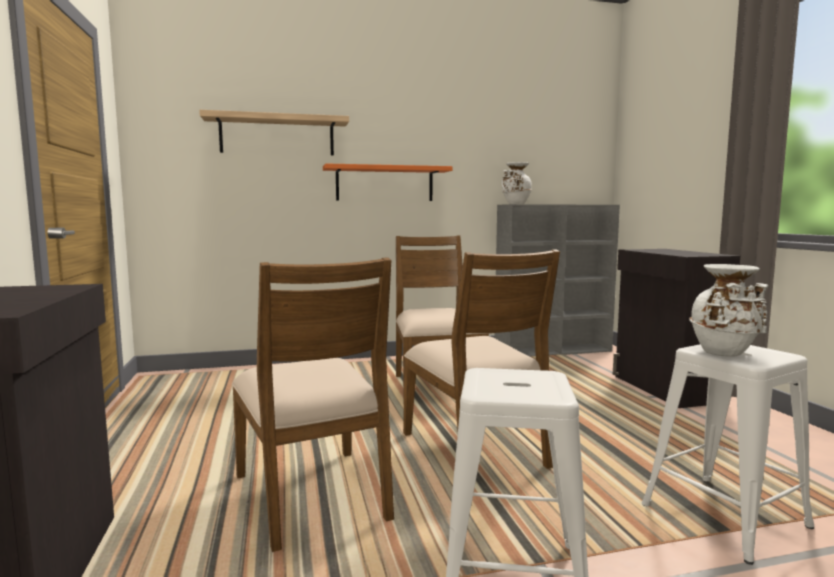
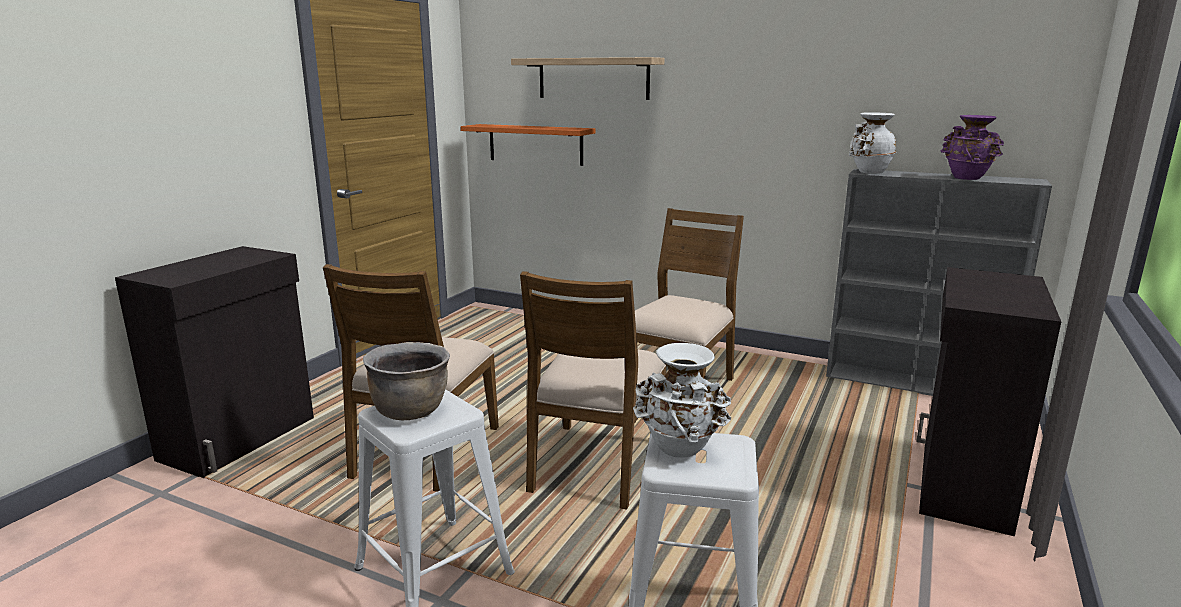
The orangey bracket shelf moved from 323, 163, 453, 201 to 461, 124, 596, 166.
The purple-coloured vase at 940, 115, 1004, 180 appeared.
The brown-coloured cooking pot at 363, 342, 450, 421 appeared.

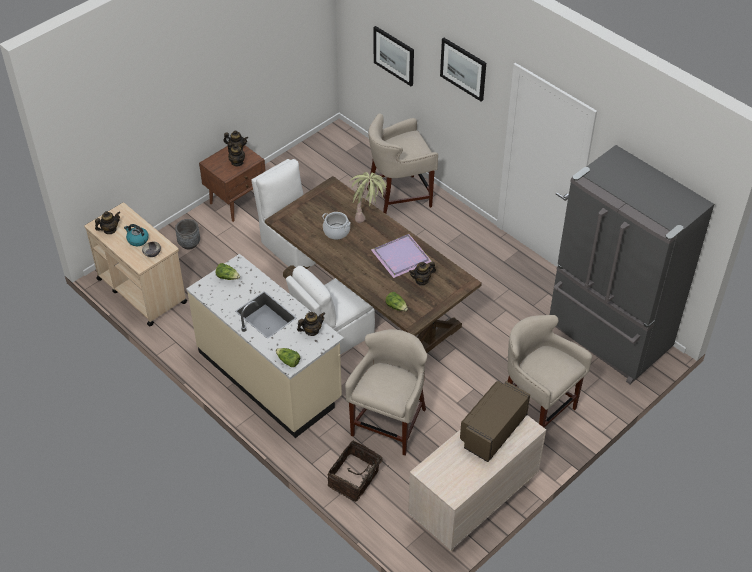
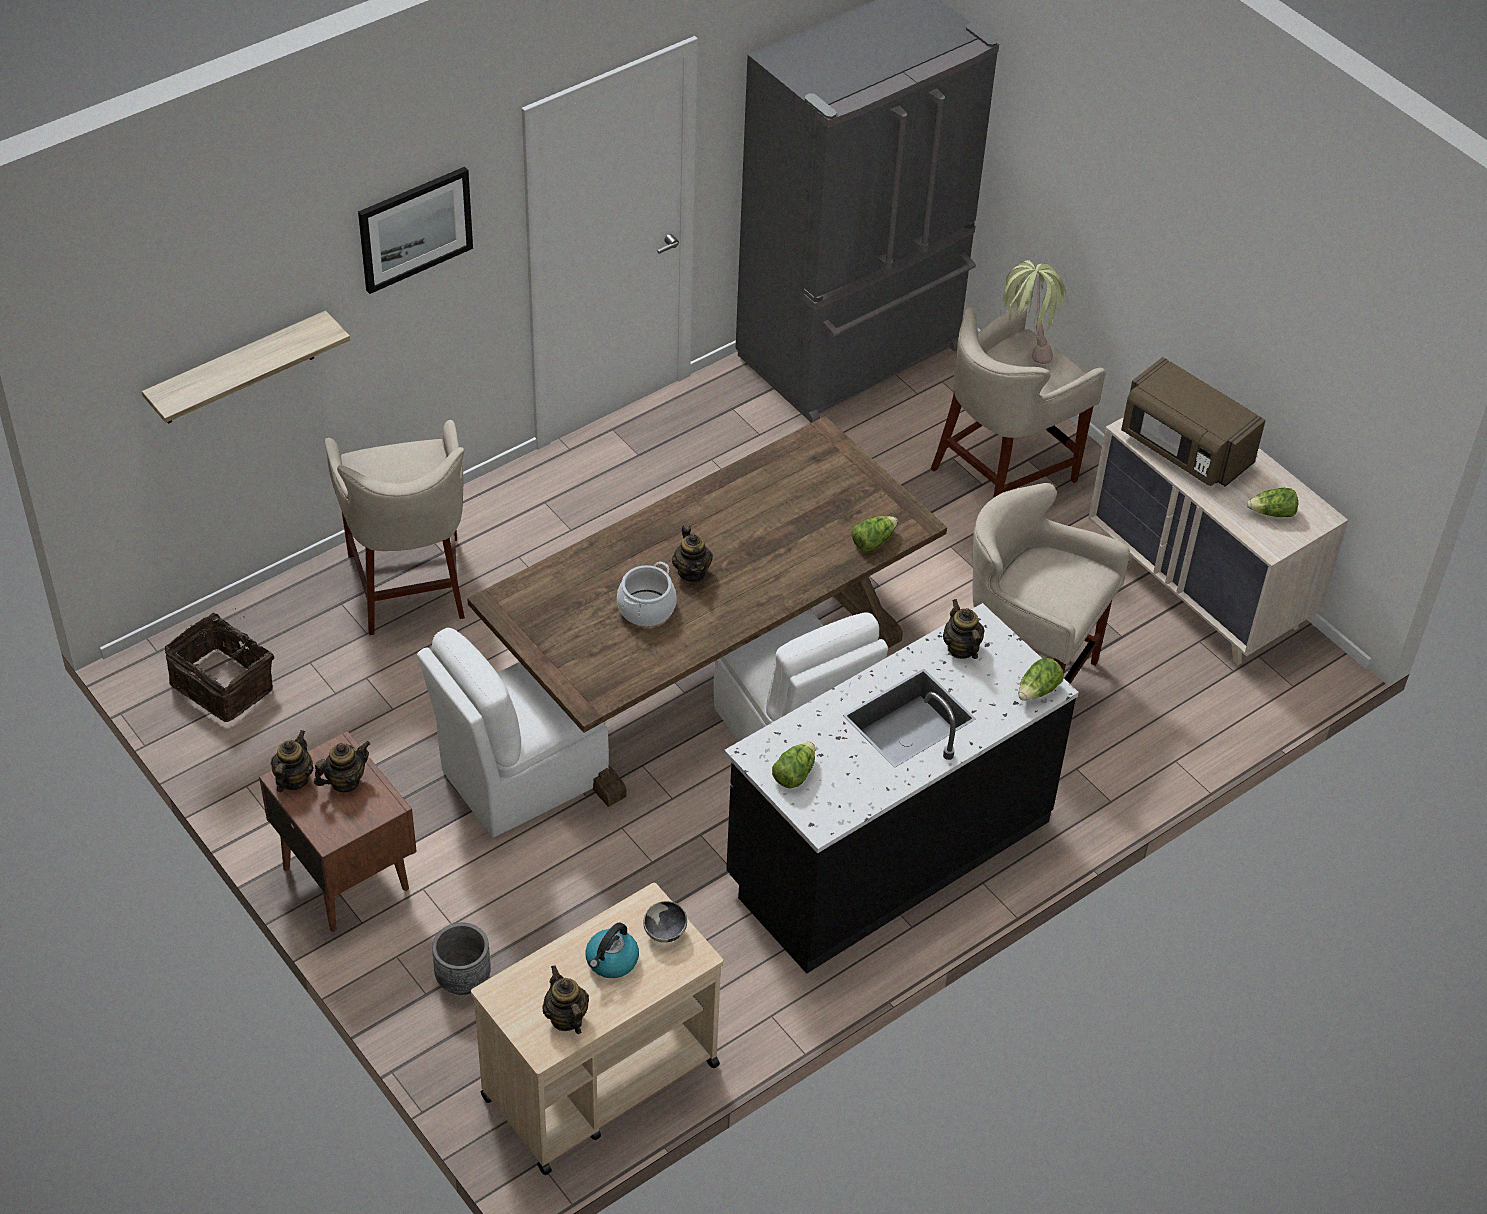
The wall picture at 374, 26, 414, 86 was replaced by the bracket shelf at 142, 310, 350, 424.
The plant in a pot moved from 349, 172, 387, 223 to 1000, 260, 1068, 364.
The purple-coloured tray at 371, 234, 432, 278 disappeared.
The beige-coloured kitchen base unit at 186, 254, 344, 438 became the black kitchen base unit at 724, 603, 1079, 974.
The pot for tea moved from 409, 262, 436, 286 to 672, 524, 713, 582.
The basket moved from 327, 440, 383, 502 to 165, 608, 274, 722.
The head of lettuce at 1247, 488, 1298, 517 appeared.

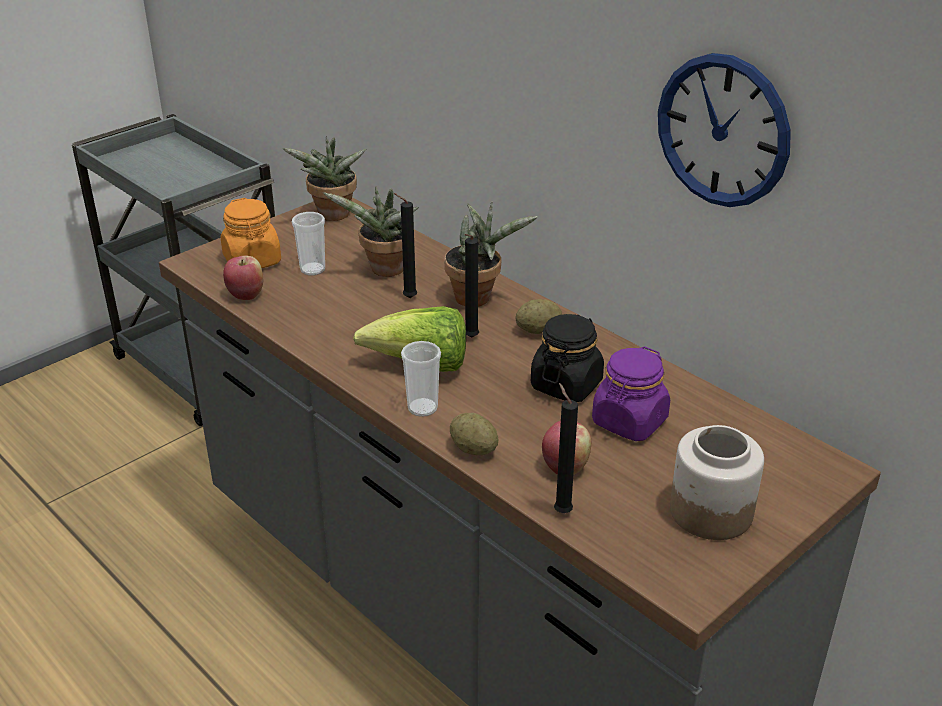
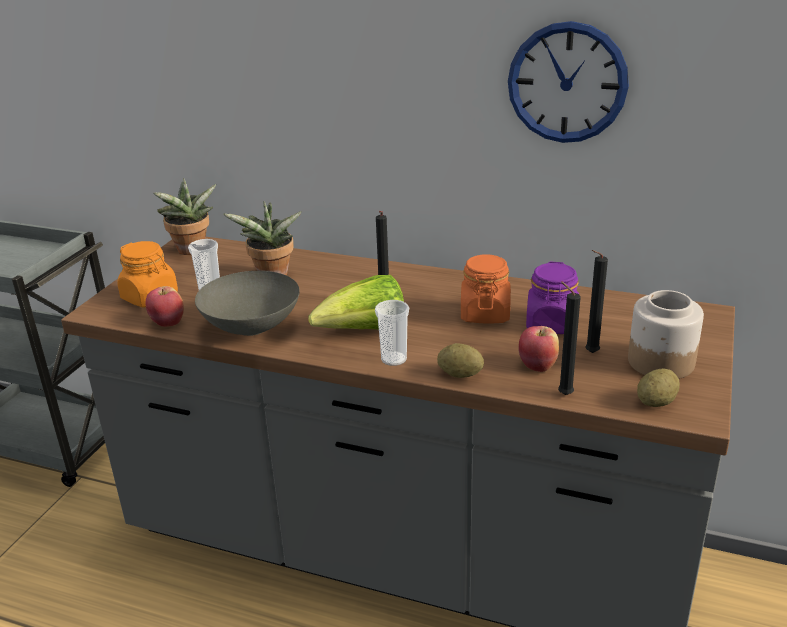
The black wax candle moved from 393, 193, 417, 298 to 585, 250, 608, 353.
The plant in a pot at 444, 201, 538, 306 disappeared.
The spud moved from 516, 299, 562, 334 to 637, 369, 680, 407.
The black preserve jar at 531, 314, 604, 402 became the orangey preserve jar at 461, 254, 511, 323.
The grey bowl at 195, 271, 300, 336 appeared.

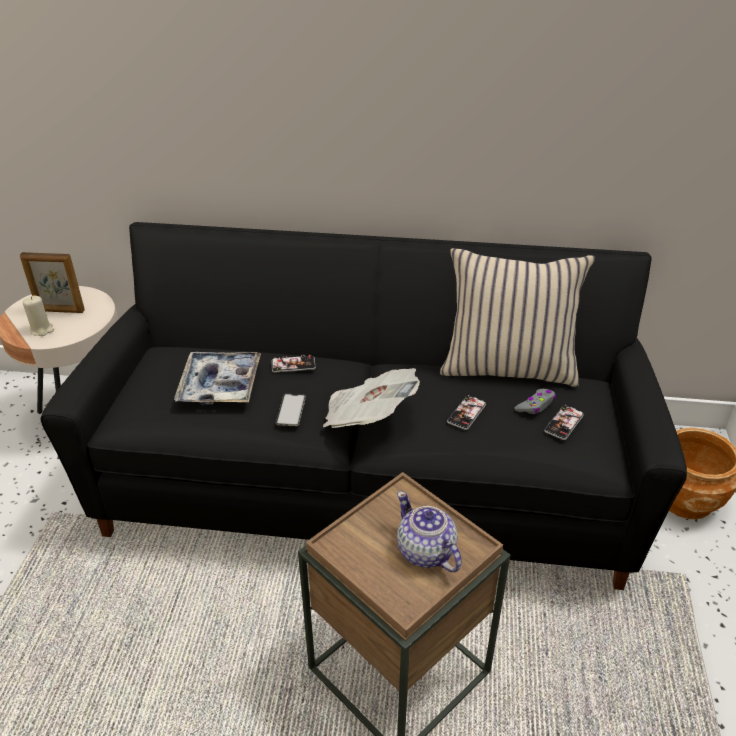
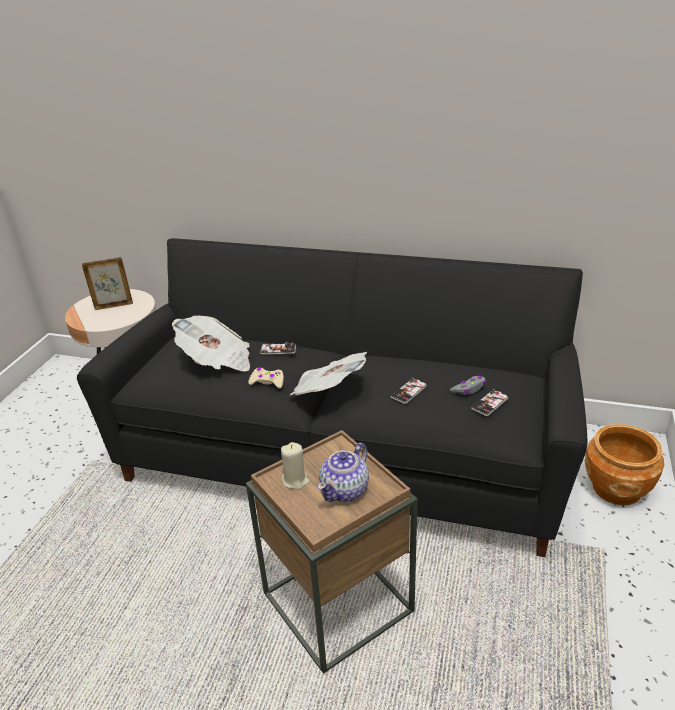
The beige-coloured pillow at 440, 248, 595, 387 disappeared.
The picture frame at 20, 252, 85, 313 turned 150 degrees clockwise.
The beige-coloured wax candle moved from 23, 295, 54, 336 to 281, 442, 310, 490.
The tray at 174, 352, 261, 405 was replaced by the daily paper at 172, 316, 250, 371.
The telephone at 276, 394, 306, 426 was replaced by the beige-coloured game controller at 248, 367, 284, 389.
The pot for tea at 397, 491, 462, 572 turned 120 degrees counterclockwise.

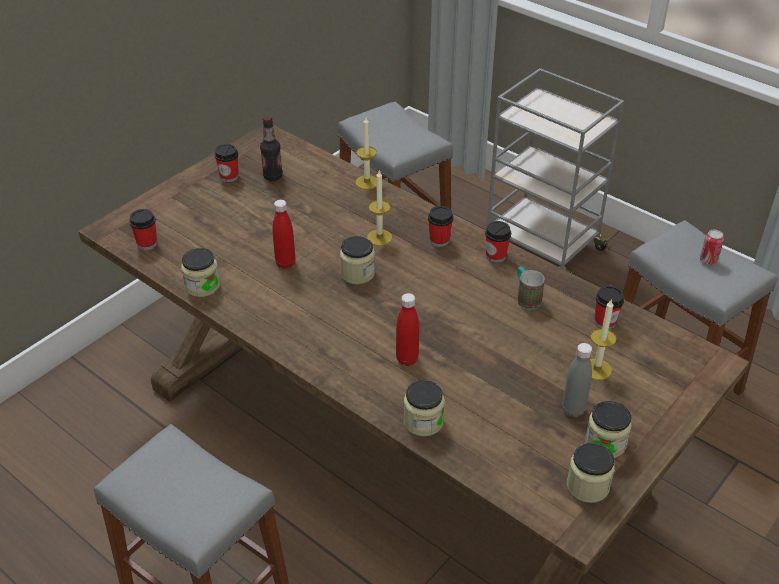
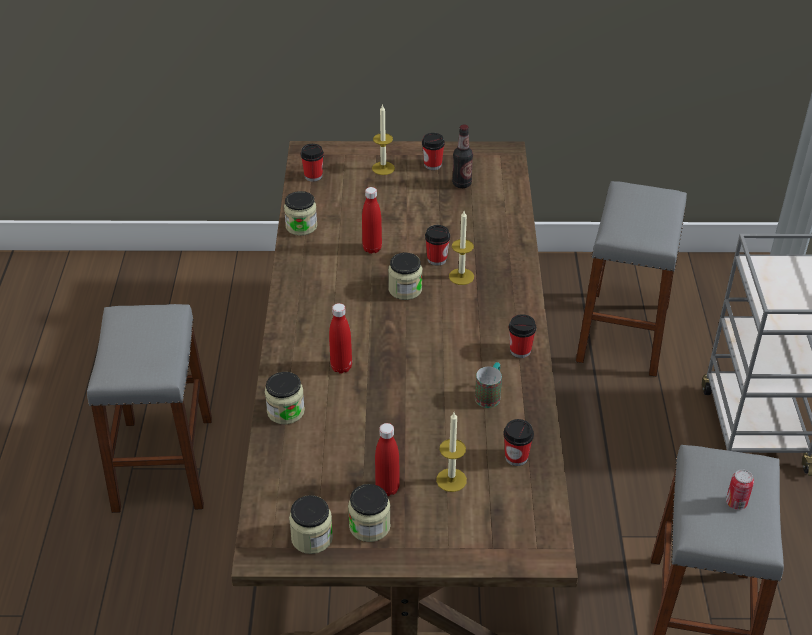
The wax candle moved from 355, 117, 377, 190 to 372, 104, 395, 175.
The drinking cup moved from 428, 206, 454, 247 to 425, 225, 450, 266.
The grey beverage bottle at 562, 343, 592, 417 became the red beverage bottle at 375, 423, 400, 496.

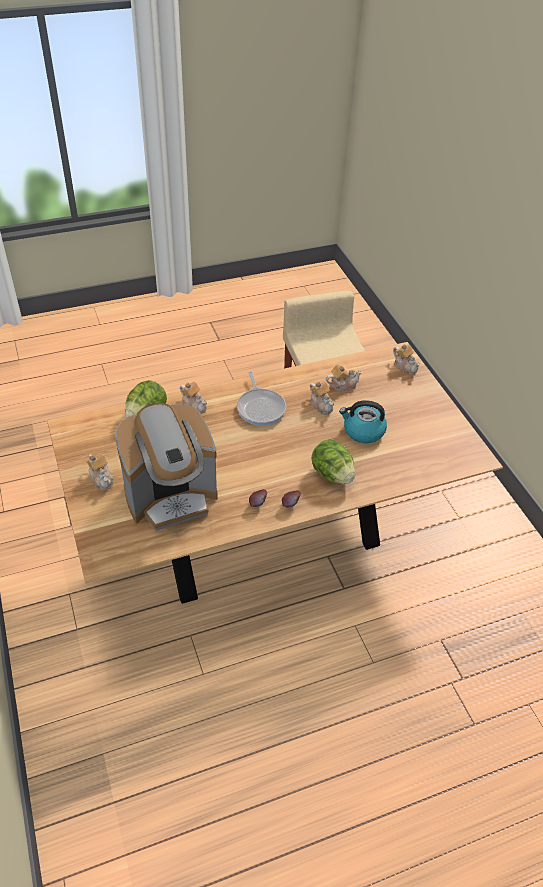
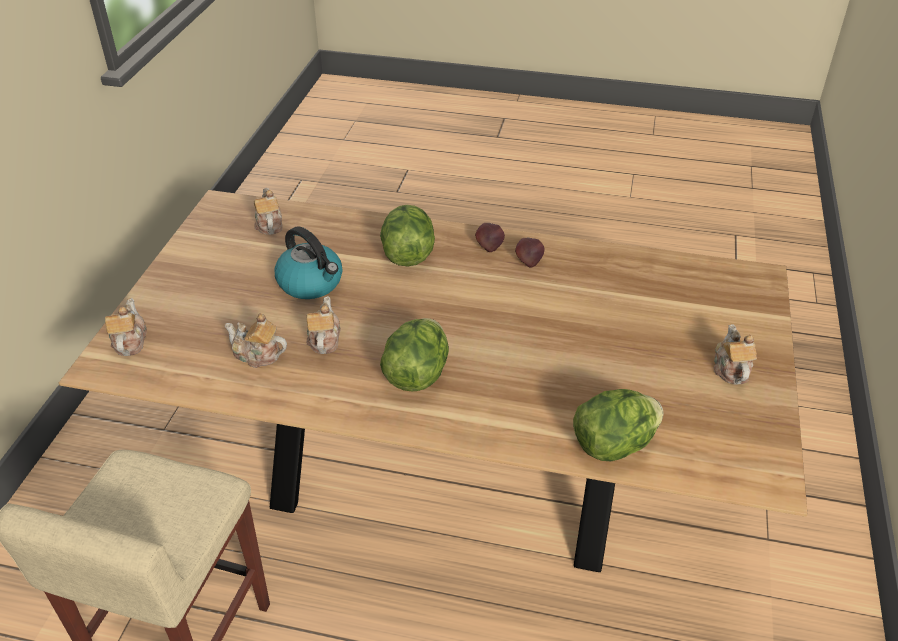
The pan at 237, 371, 286, 426 was replaced by the head of lettuce at 380, 318, 449, 391.
The pot for tea moved from 180, 381, 207, 414 to 254, 188, 283, 235.
The coffee maker at 115, 403, 218, 531 disappeared.

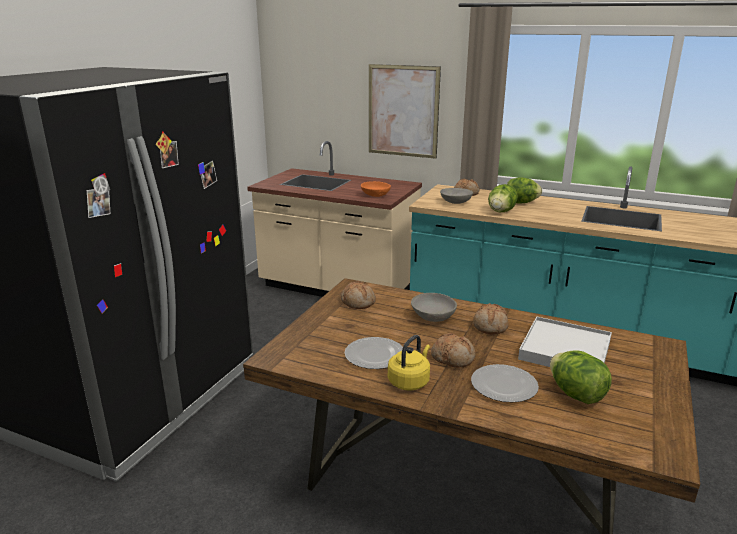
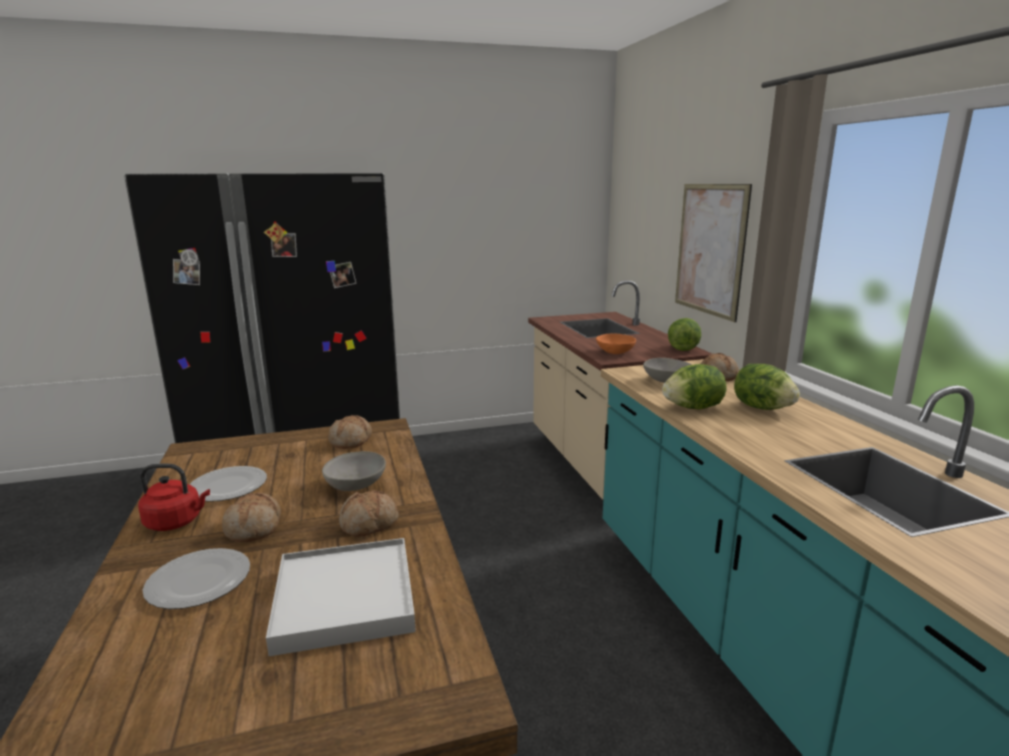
The yellow tea kettle at 388, 335, 430, 391 became the red tea kettle at 138, 464, 210, 531.
The head of lettuce moved from 550, 350, 612, 404 to 668, 318, 701, 351.

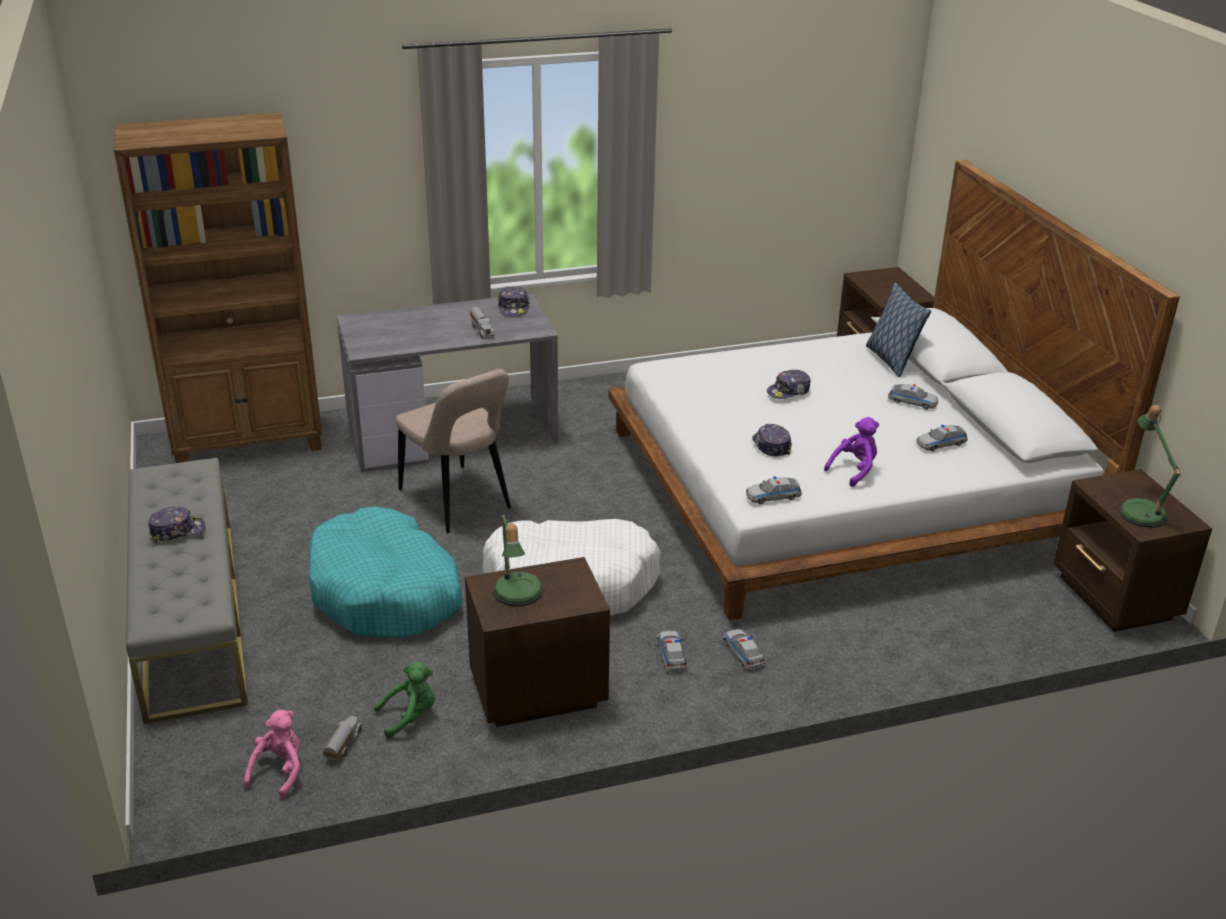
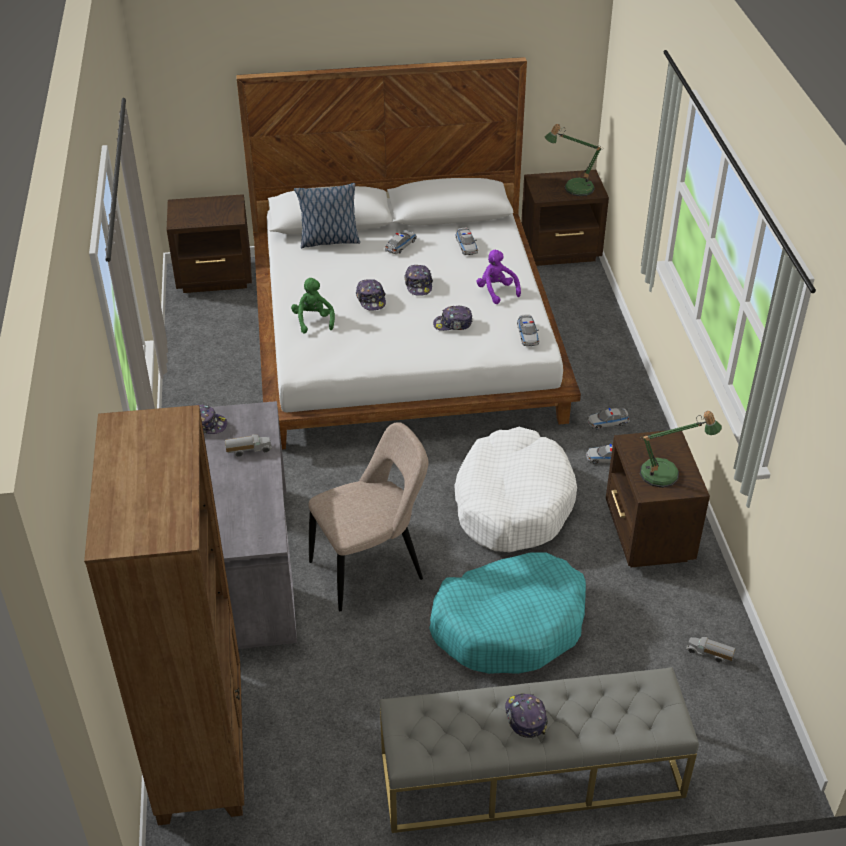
The green-coloured plush toy moved from 374, 662, 435, 738 to 291, 278, 335, 334.
The pink-coloured plush toy at 244, 710, 300, 798 disappeared.
The baseball cap at 405, 265, 433, 295 appeared.

